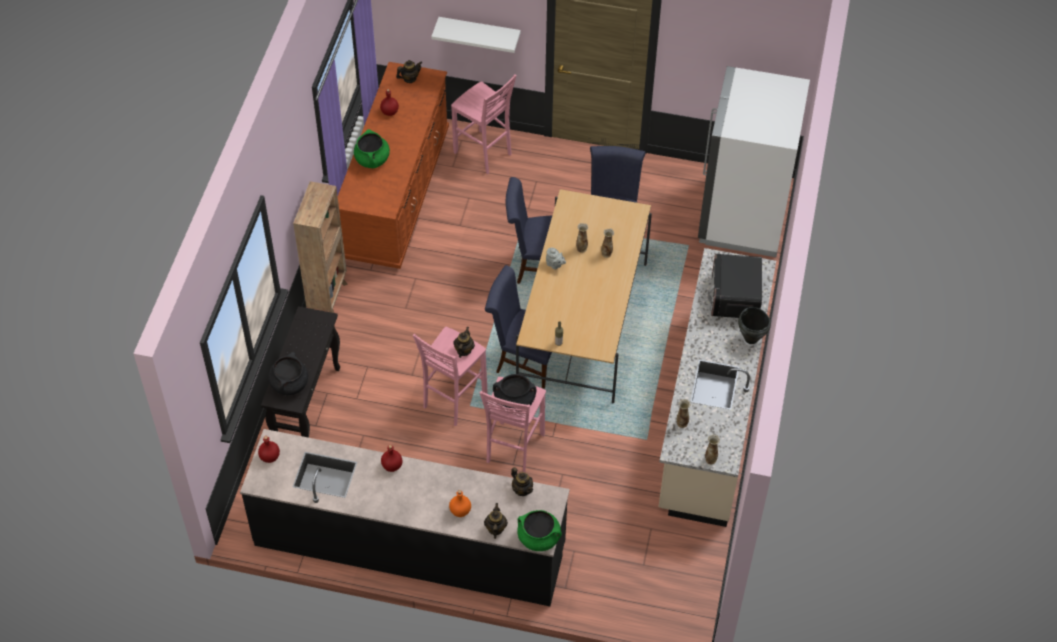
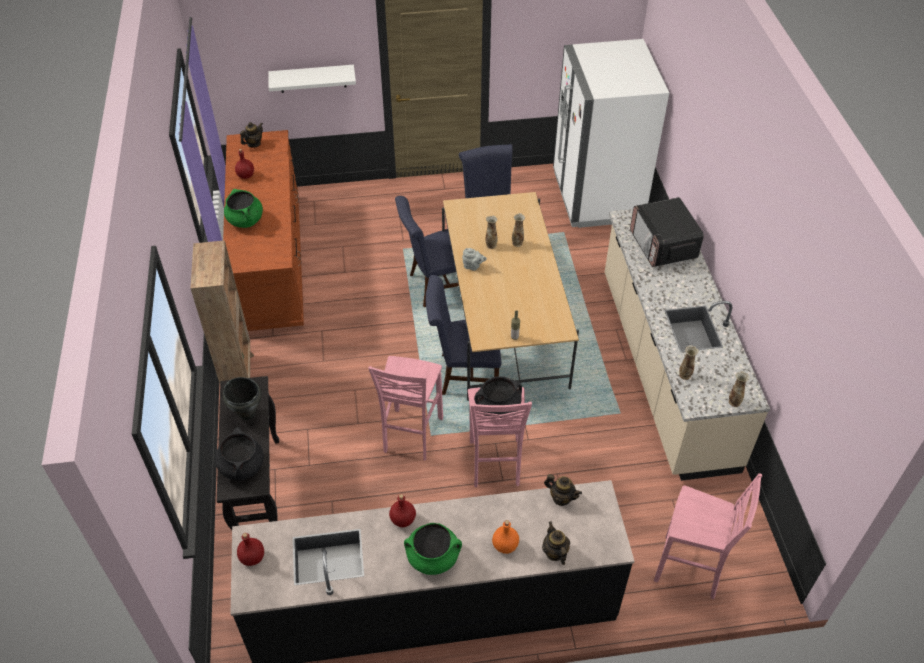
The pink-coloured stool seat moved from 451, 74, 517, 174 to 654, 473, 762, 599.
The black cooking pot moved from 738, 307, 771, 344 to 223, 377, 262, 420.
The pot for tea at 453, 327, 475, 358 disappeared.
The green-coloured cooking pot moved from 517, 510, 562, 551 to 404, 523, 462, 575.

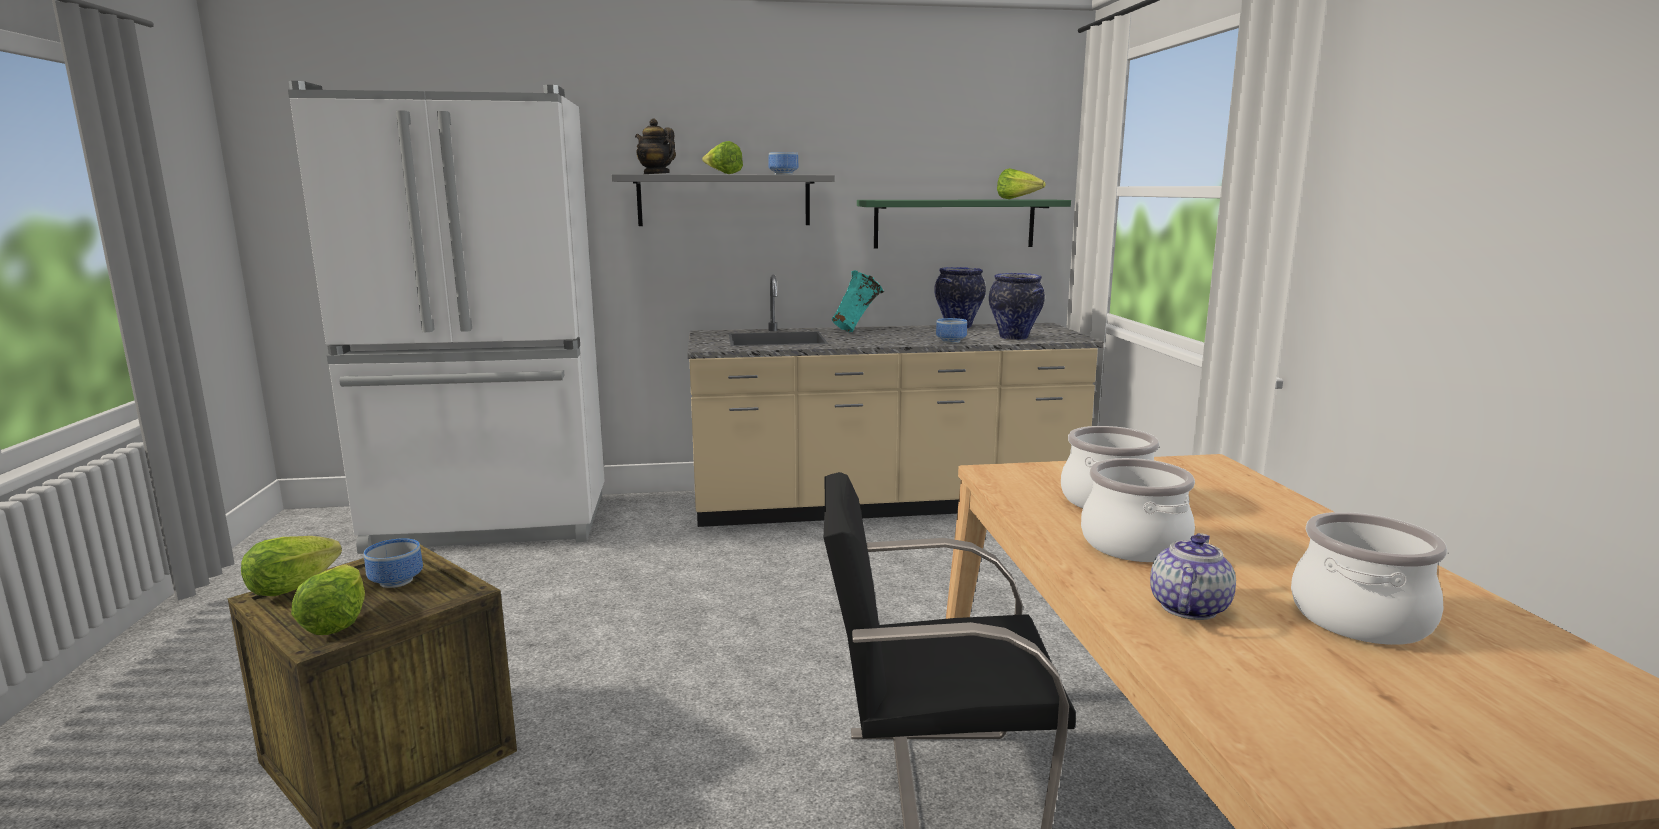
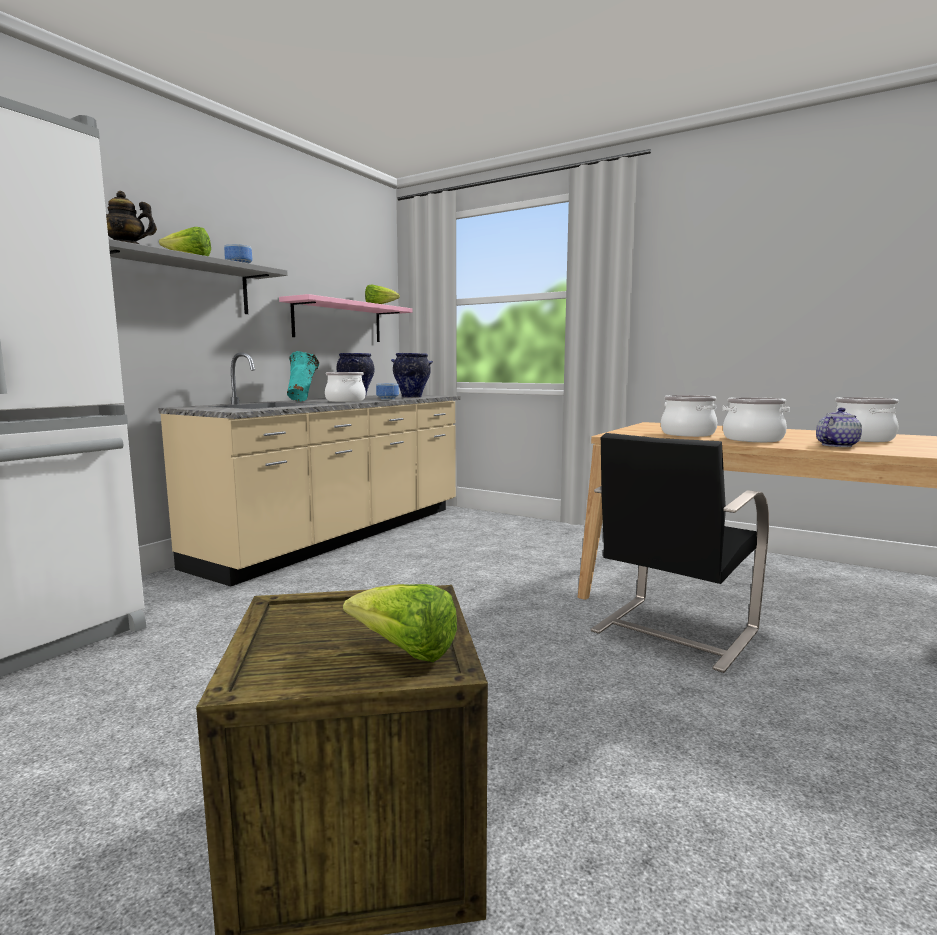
The green-coloured bracket shelf at 857, 199, 1071, 248 became the pink-coloured bracket shelf at 279, 294, 413, 342.
The pot for tea at 1150, 533, 1236, 620 turned 75 degrees clockwise.
The head of lettuce at 241, 536, 342, 596 disappeared.
The bowl at 364, 538, 423, 588 disappeared.
The cooking pot at 325, 372, 366, 402 appeared.

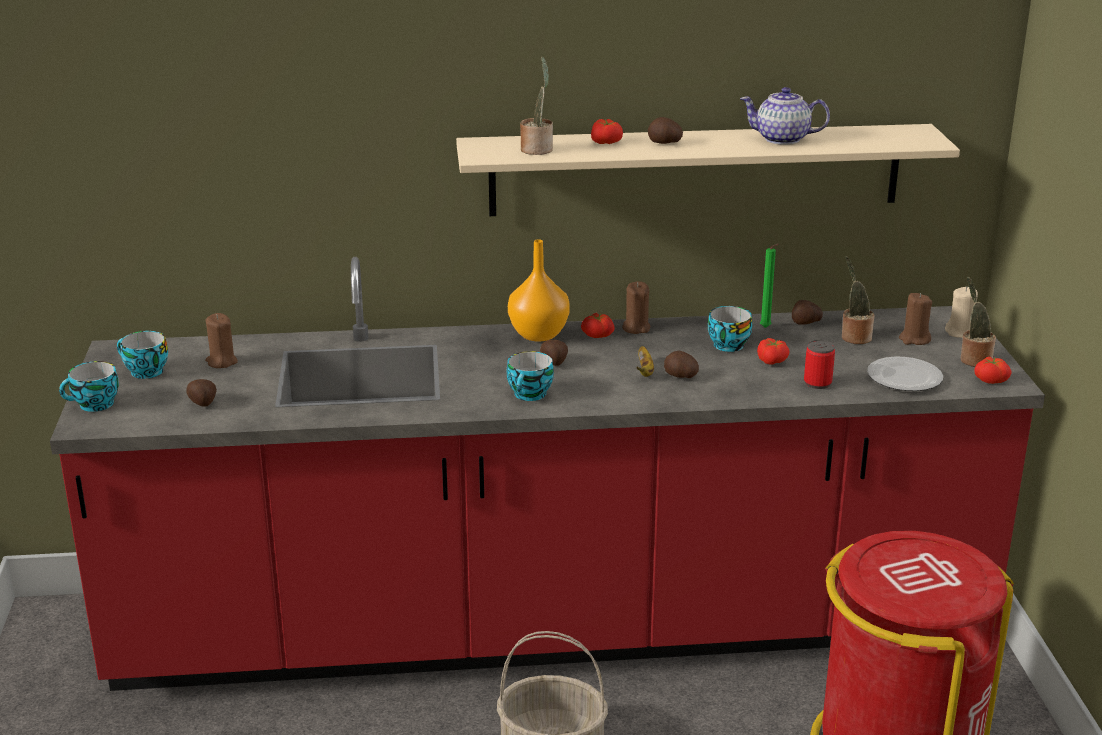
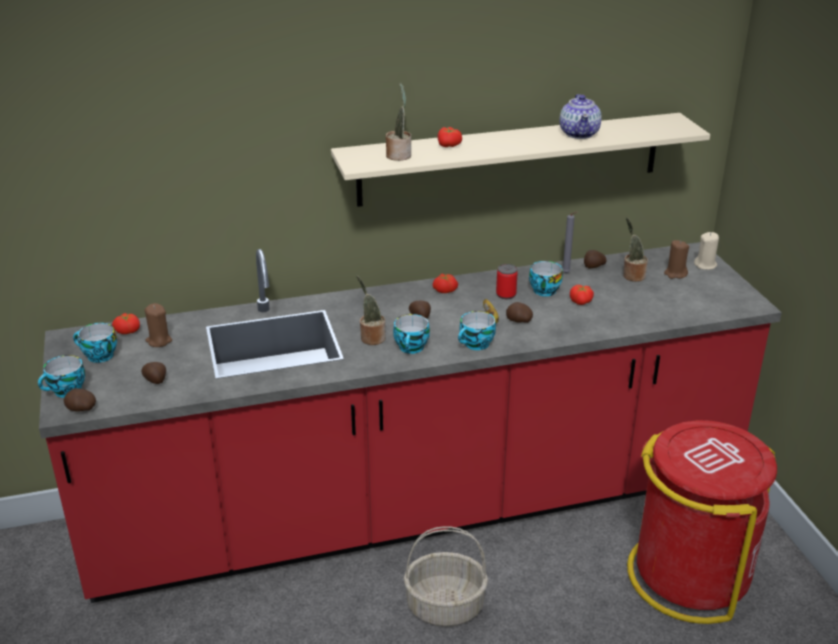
The pot for tea at 740, 87, 830, 145 turned 90 degrees counterclockwise.
The spud moved from 648, 117, 683, 144 to 64, 388, 96, 412.
The orangey vase at 508, 239, 570, 341 disappeared.
The green-coloured wax candle at 760, 244, 779, 328 became the grey wax candle at 562, 212, 578, 273.
The plant in a pot moved from 960, 277, 996, 367 to 356, 275, 386, 345.
The brown-coloured wax candle at 622, 281, 650, 334 disappeared.
The sealed can moved from 804, 340, 835, 389 to 496, 264, 518, 299.
The fresh tomato moved from 975, 356, 1012, 384 to 112, 313, 140, 334.
The dinner plate at 867, 357, 943, 391 disappeared.
The drinking cup at 458, 311, 496, 350 appeared.

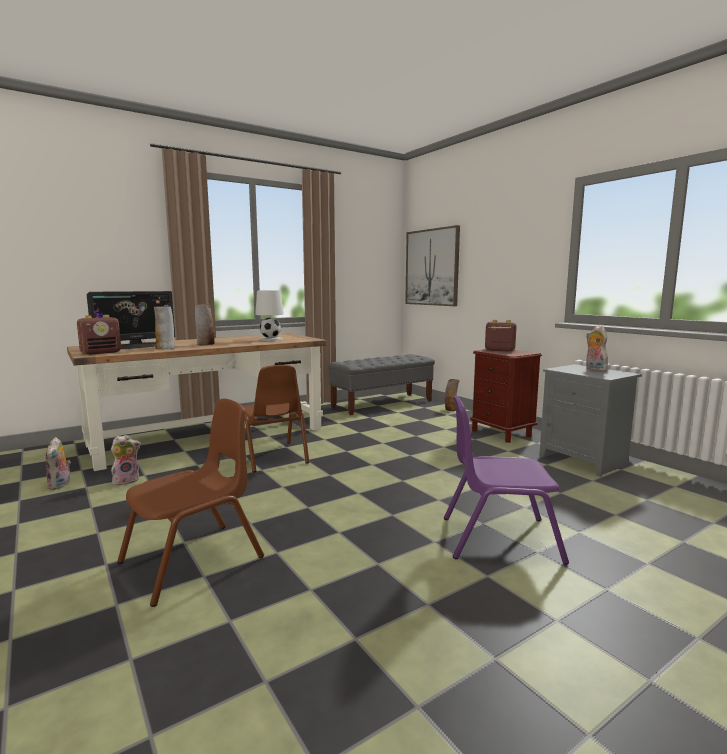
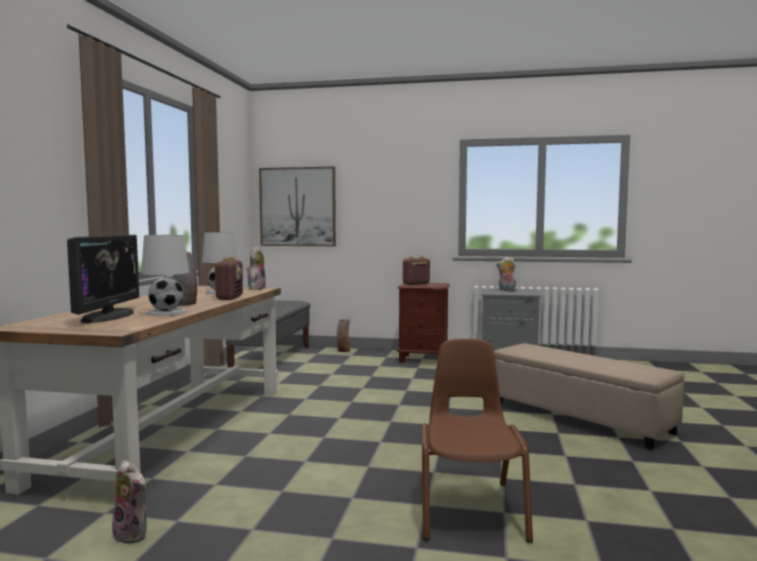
The vase at 154, 306, 175, 349 was replaced by the white tabletop lamp at 141, 235, 189, 316.
The radio receiver moved from 77, 315, 121, 355 to 213, 257, 243, 300.
The brown-coloured upright chair at 243, 365, 309, 472 disappeared.
The purple-coloured upright chair at 444, 395, 569, 565 was replaced by the beige-coloured pouffe at 494, 343, 684, 450.
The plush toy moved from 111, 435, 141, 485 to 247, 246, 266, 290.

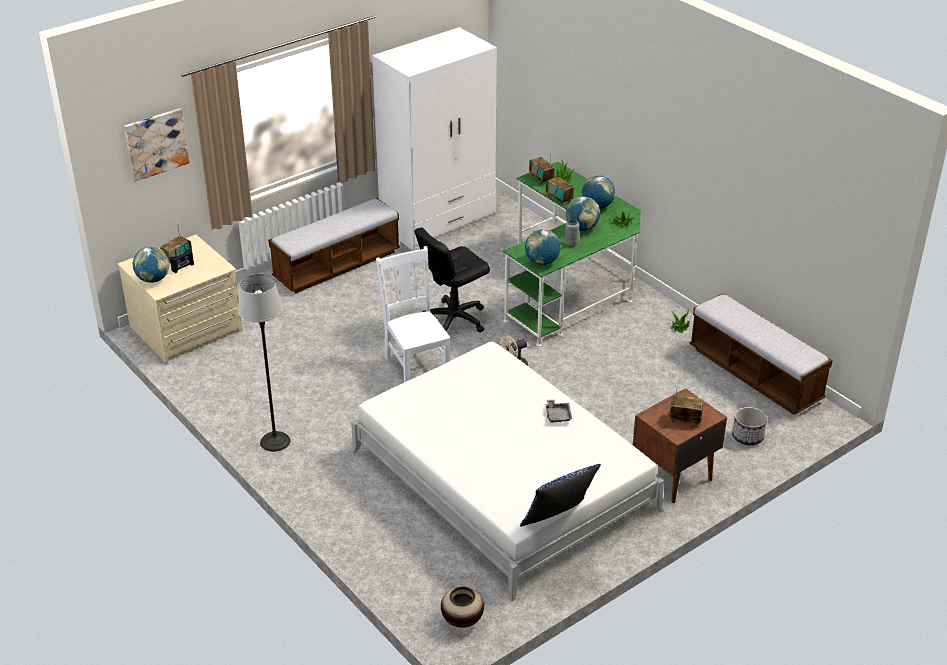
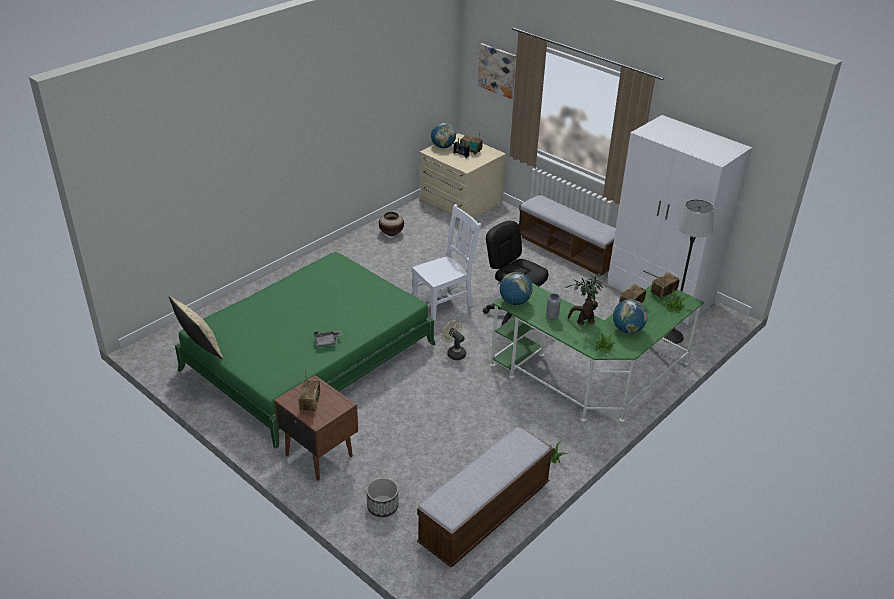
The globe at 566, 196, 600, 231 was replaced by the plant in a pot at 566, 273, 603, 325.
The standard lamp moved from 238, 274, 290, 452 to 663, 199, 714, 344.
The white bed at 351, 341, 664, 601 became the green-coloured bed at 175, 252, 436, 449.
The blue pillow at 520, 464, 601, 526 became the beige-coloured pillow at 169, 296, 223, 359.
The vase moved from 441, 587, 484, 628 to 379, 212, 404, 236.

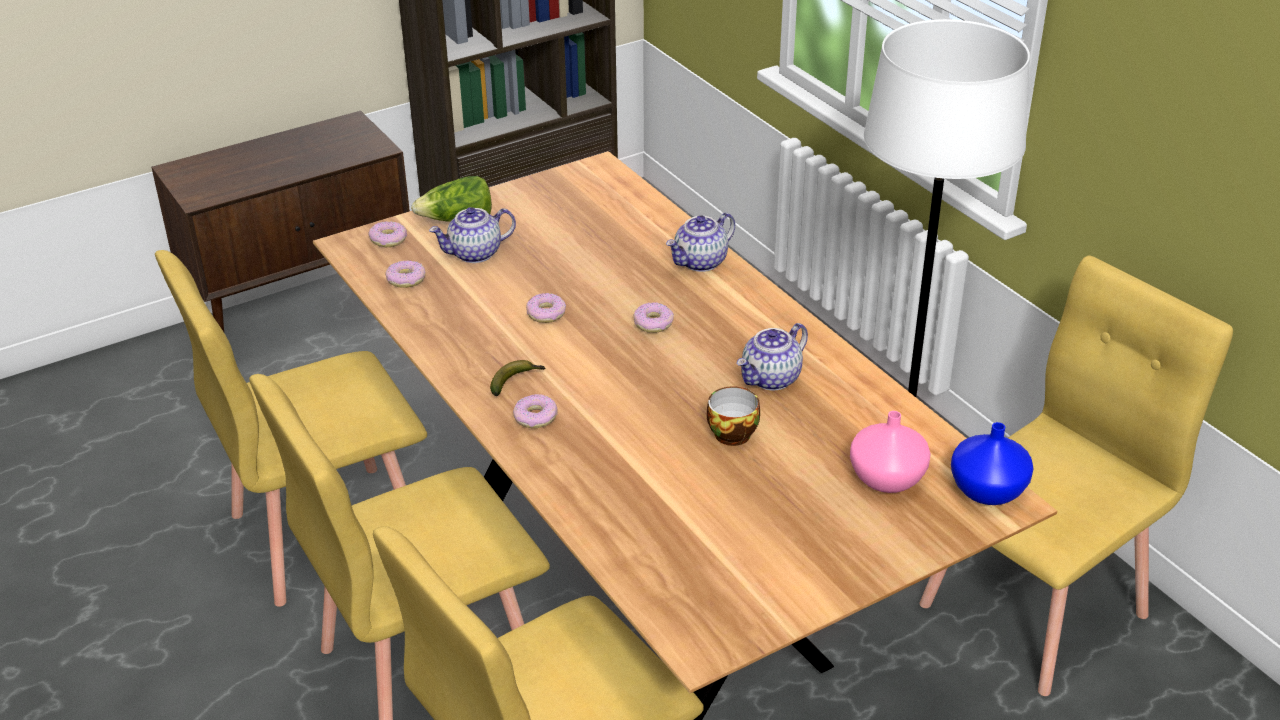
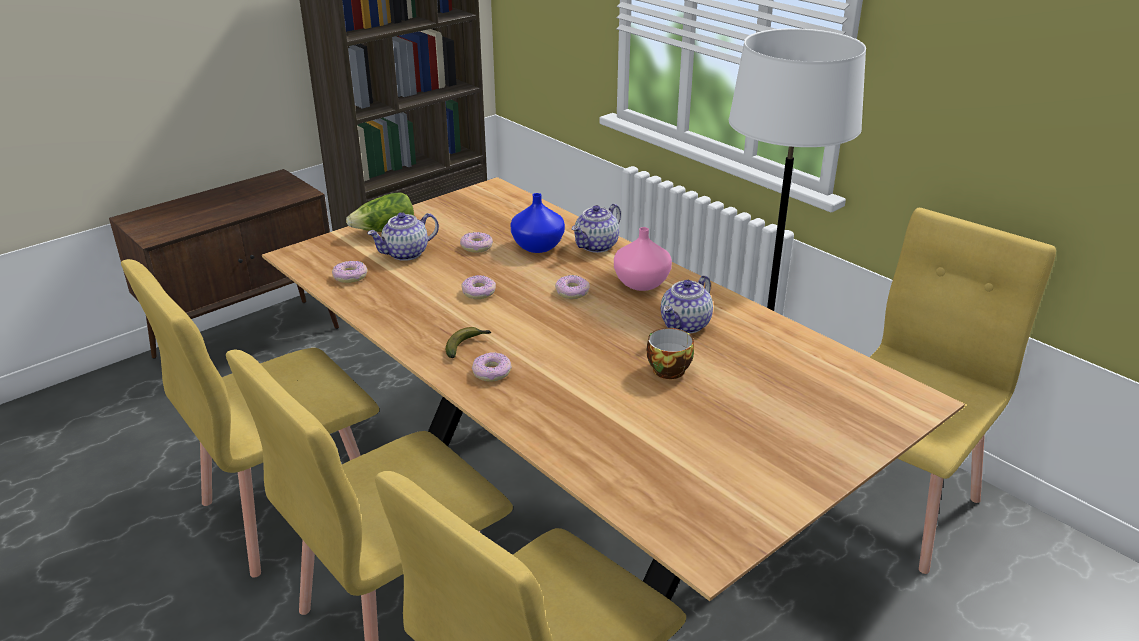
The donut moved from 368, 221, 407, 247 to 460, 232, 493, 253.
The pink-coloured vase moved from 850, 411, 931, 493 to 614, 227, 672, 291.
The blue vase moved from 951, 422, 1033, 505 to 511, 193, 565, 253.

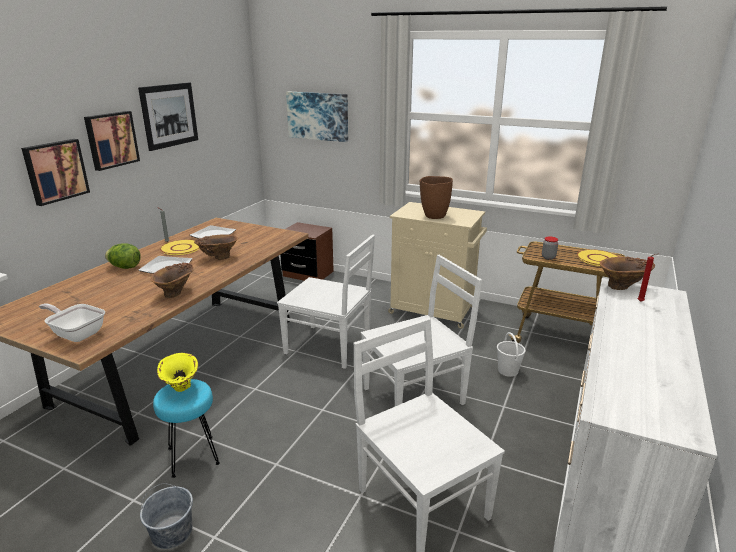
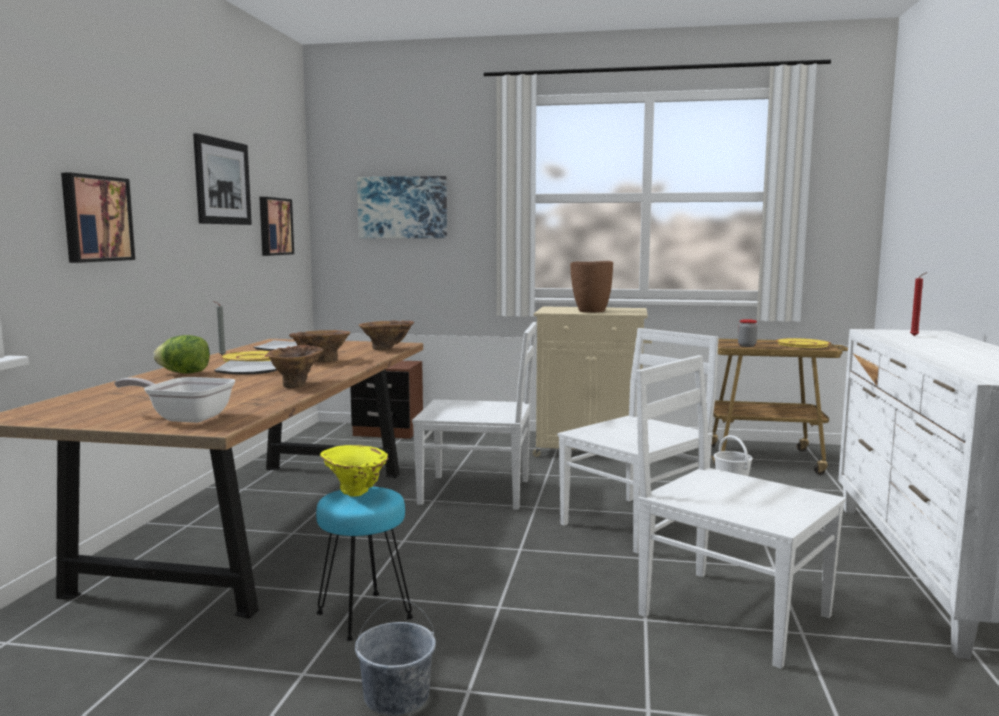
The wall picture moved from 84, 111, 140, 171 to 259, 197, 294, 256.
The brown-coloured vase moved from 600, 257, 655, 290 to 359, 320, 414, 350.

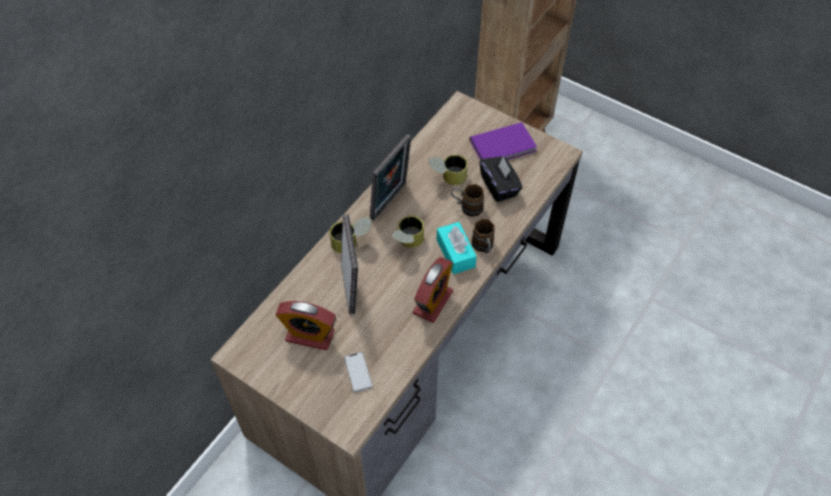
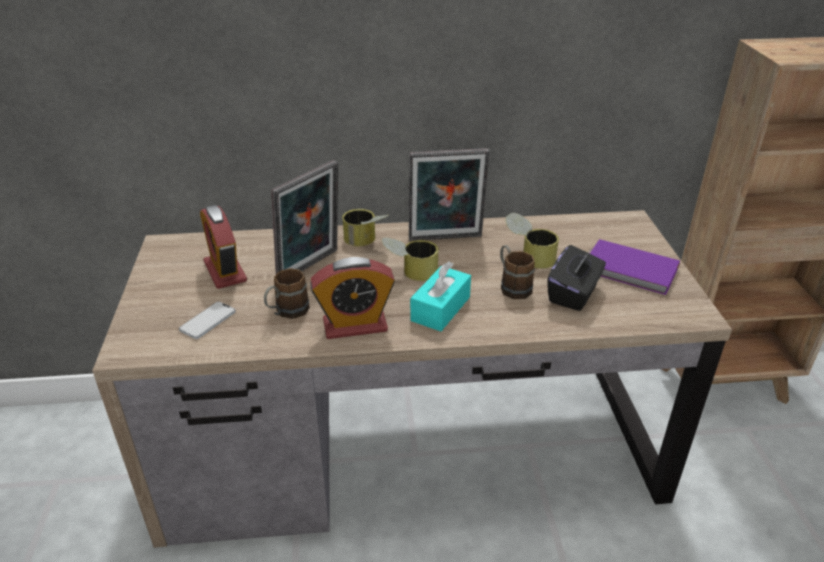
The brown-coloured mug moved from 471, 219, 495, 253 to 264, 268, 310, 319.

